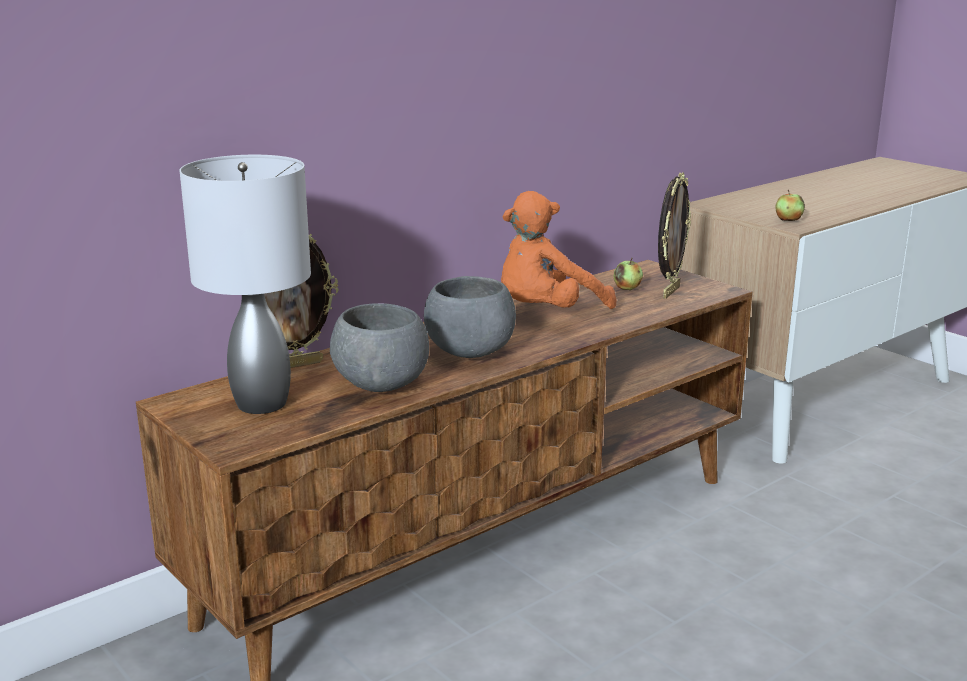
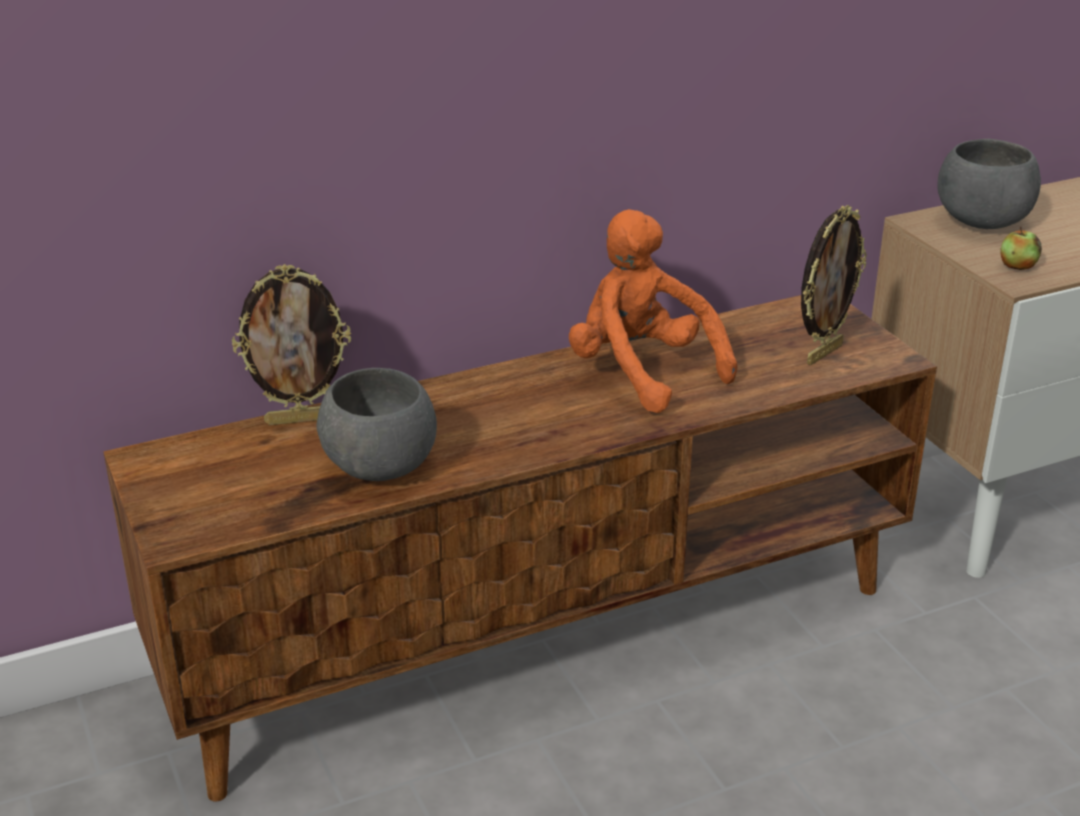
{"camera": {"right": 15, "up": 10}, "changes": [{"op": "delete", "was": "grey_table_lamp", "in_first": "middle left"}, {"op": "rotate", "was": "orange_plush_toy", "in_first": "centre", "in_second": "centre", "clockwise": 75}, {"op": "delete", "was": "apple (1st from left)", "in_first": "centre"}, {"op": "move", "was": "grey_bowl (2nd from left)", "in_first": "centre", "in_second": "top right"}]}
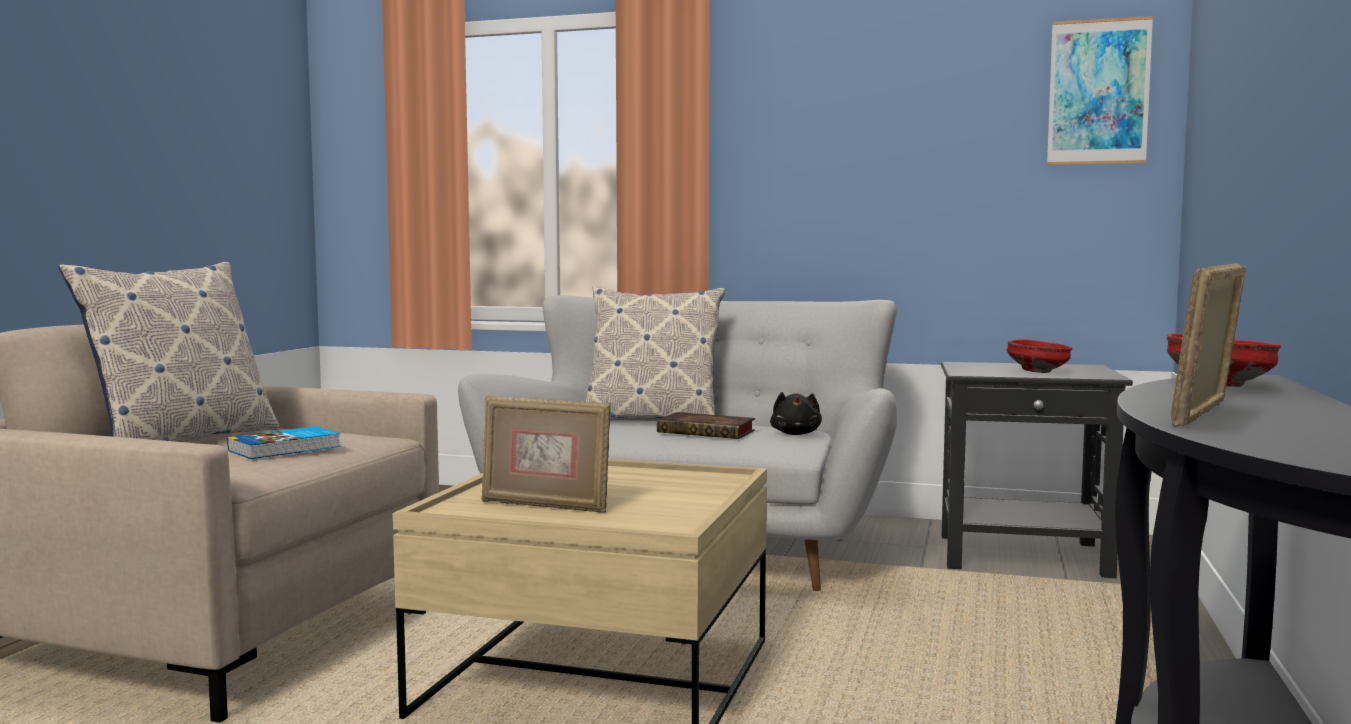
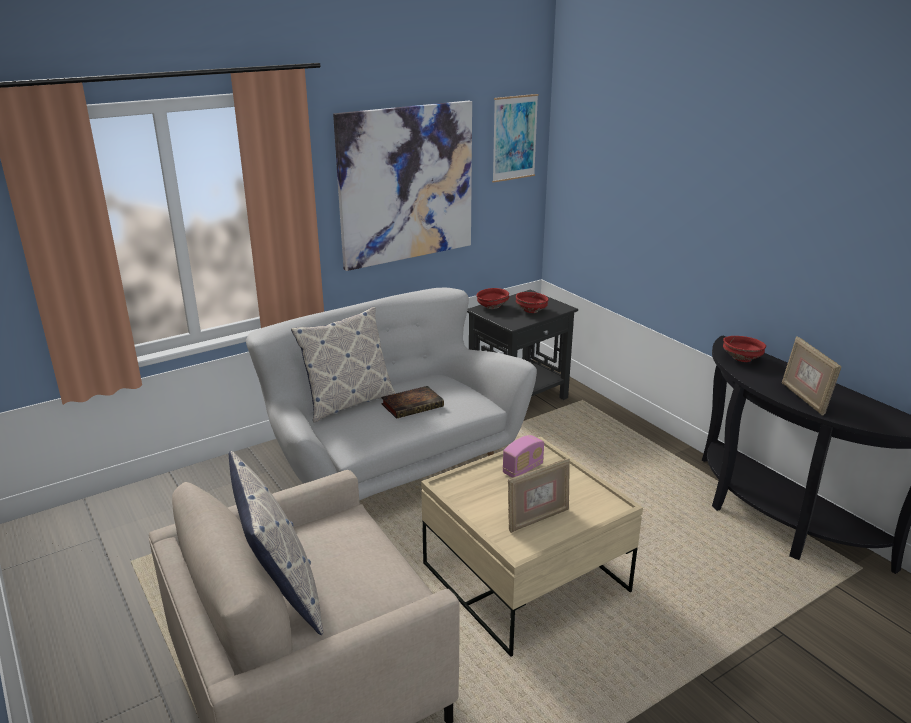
{"camera": {"right": -50, "up": 20}, "changes": [{"op": "delete", "was": "black_plush_toy", "in_first": "centre"}, {"op": "delete", "was": "book (1st from left)", "in_first": "middle left"}, {"op": "insert", "now": "picture (1st from left)", "in_second": "top centre"}, {"op": "insert", "now": "red_bowl (1st from left)", "in_second": "centre"}, {"op": "insert", "now": "radio", "in_second": "centre"}]}
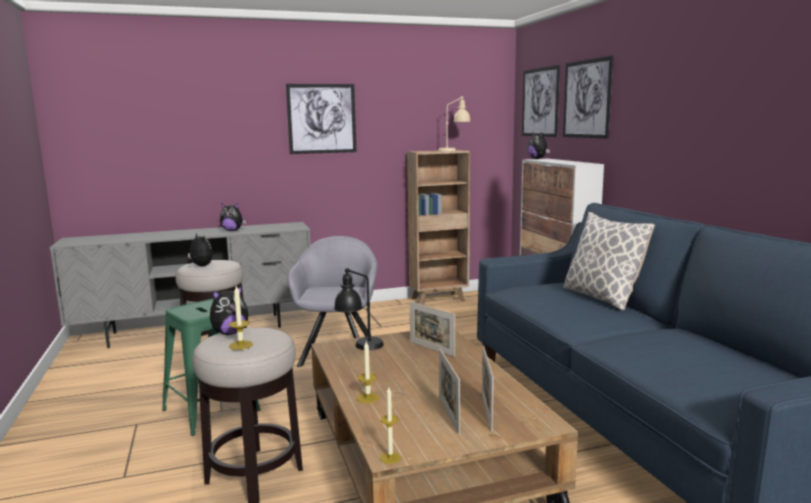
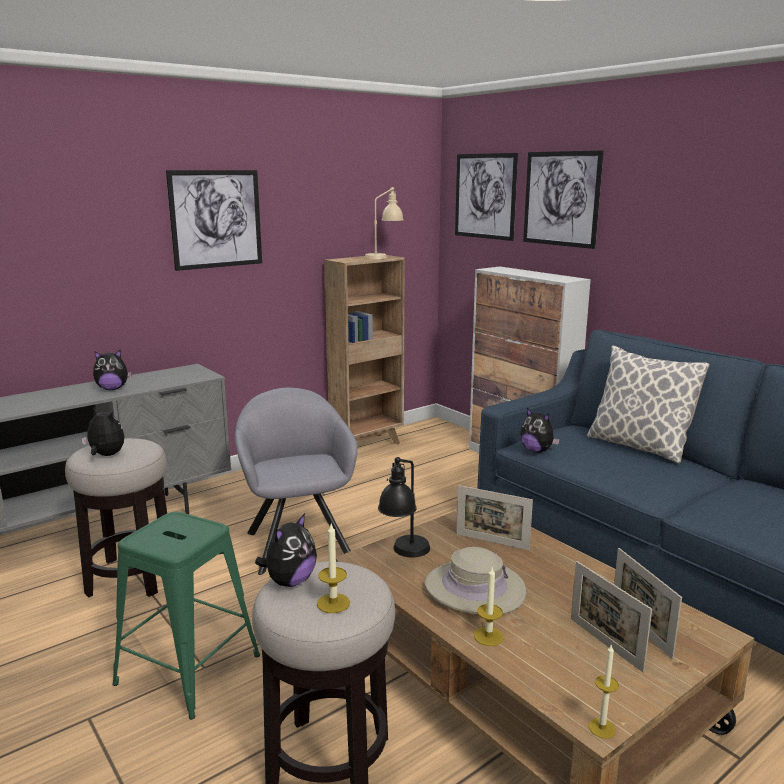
{"camera": {"right": -20, "up": 5}, "changes": [{"op": "move", "was": "plush_toy (4th from left)", "in_first": "top centre", "in_second": "middle right"}, {"op": "insert", "now": "beige_hat", "in_second": "bottom centre"}]}
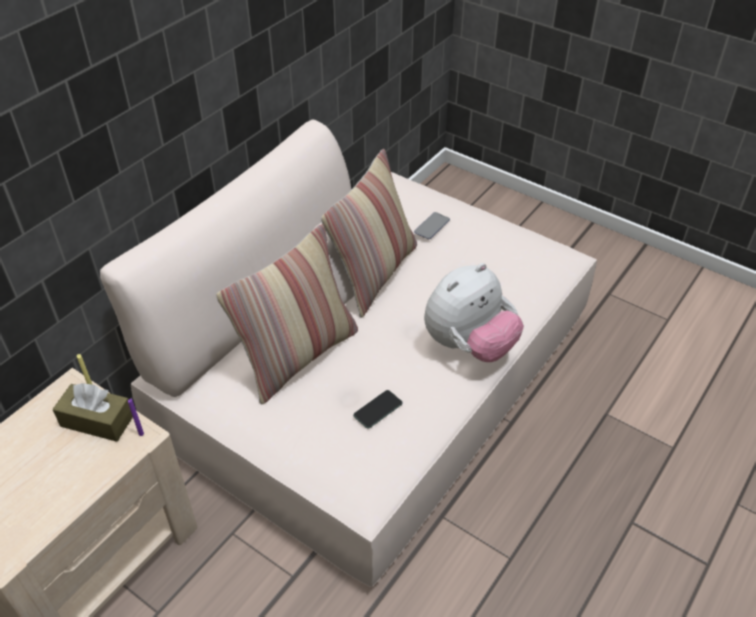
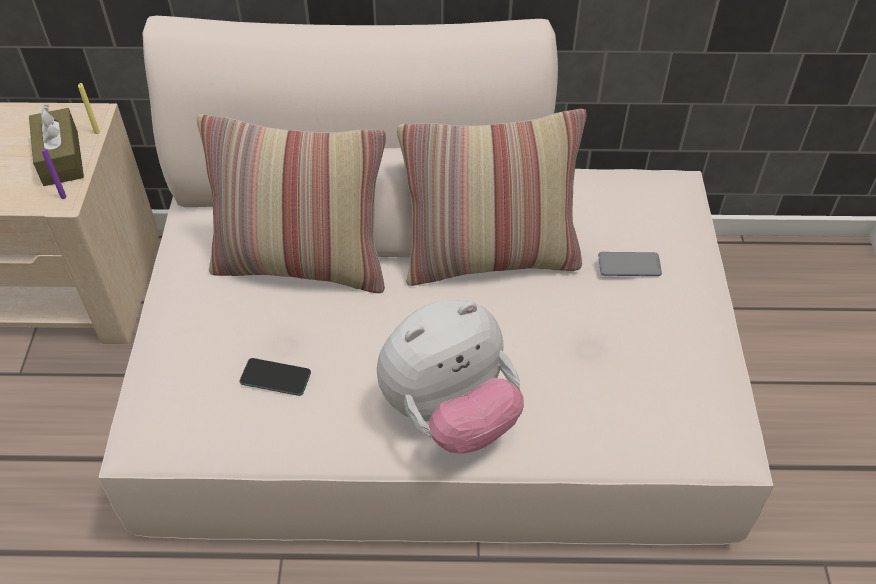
{"camera": {"right": 55, "up": 5}, "changes": [{"op": "rotate", "was": "plush_toy", "in_first": "centre", "in_second": "centre", "clockwise": -45}]}
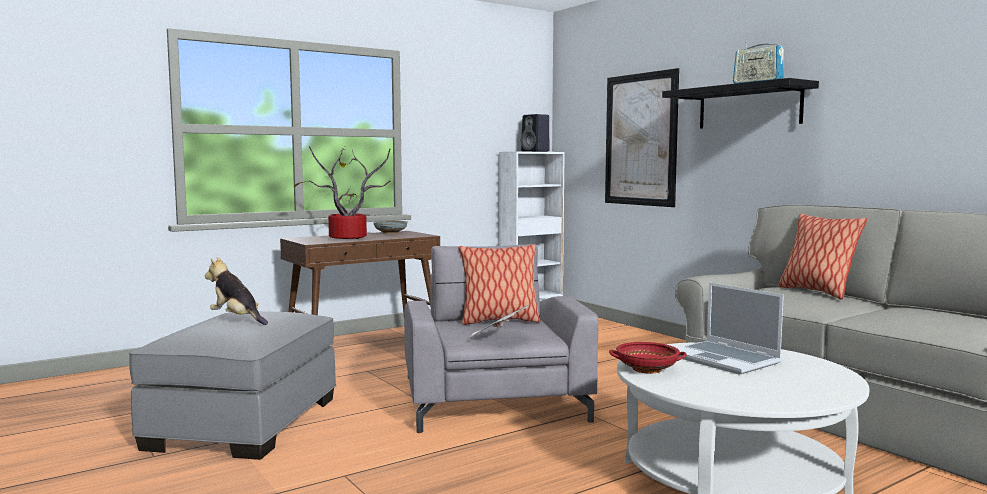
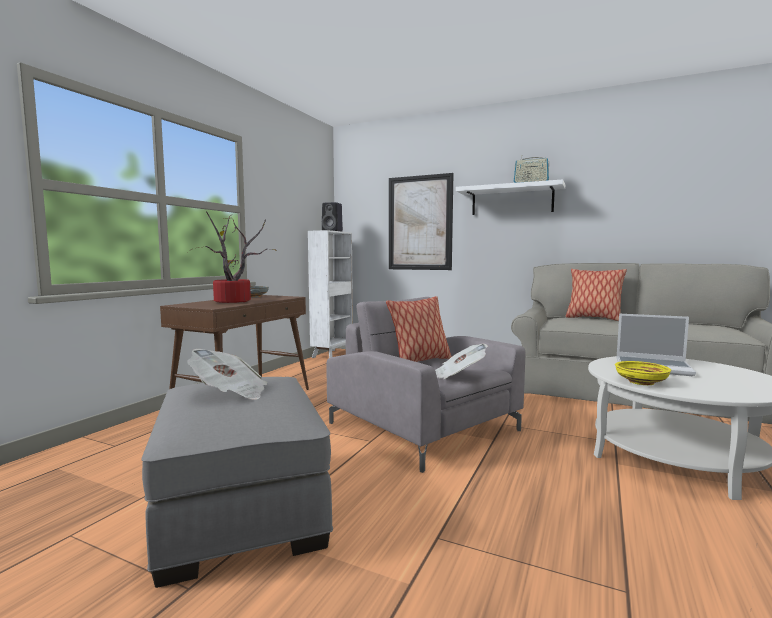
{"camera": {"right": -30, "up": 0}, "changes": [{"op": "recolor", "was": "black_shelf", "now": "white_shelf", "in_first": "top right", "in_second": "top centre"}, {"op": "replace", "was": "plush_toy", "now": "newspaper (1st from left)", "in_first": "middle left", "in_second": "middle left"}, {"op": "recolor", "was": "red_bowl", "now": "yellow_bowl", "in_first": "bottom centre", "in_second": "middle right"}]}
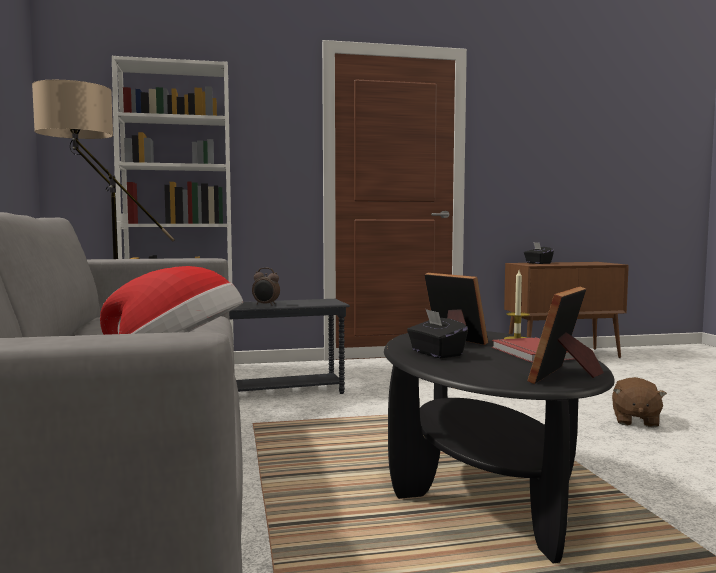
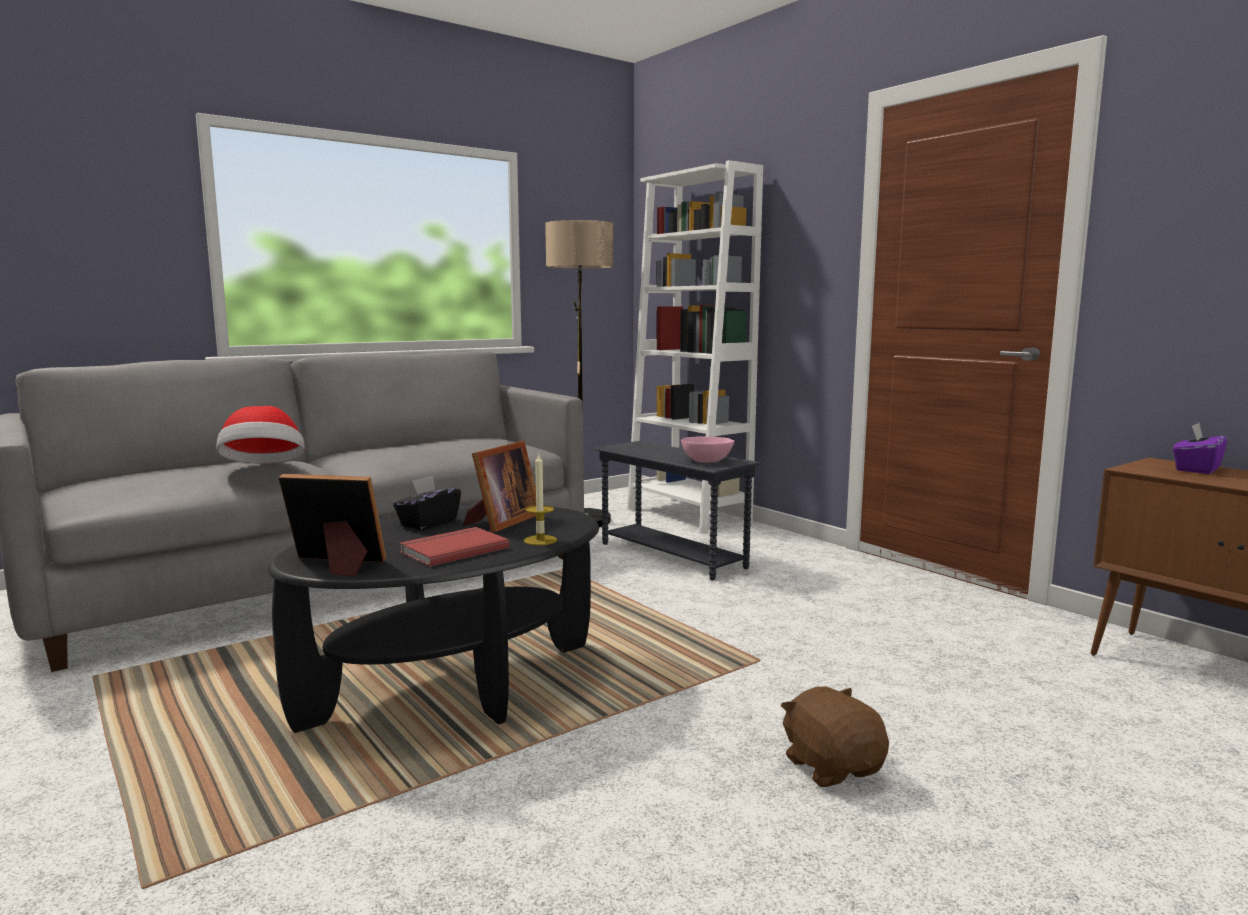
{"camera": {"right": 65, "up": 5}, "changes": [{"op": "recolor", "was": "black_tissue_box (2nd from left)", "now": "purple_tissue_box", "in_first": "middle right", "in_second": "middle right"}, {"op": "delete", "was": "alarm_clock", "in_first": "centre"}, {"op": "rotate", "was": "brown_plush_toy", "in_first": "bottom right", "in_second": "bottom right", "clockwise": 75}, {"op": "insert", "now": "pink_bowl", "in_second": "centre"}]}
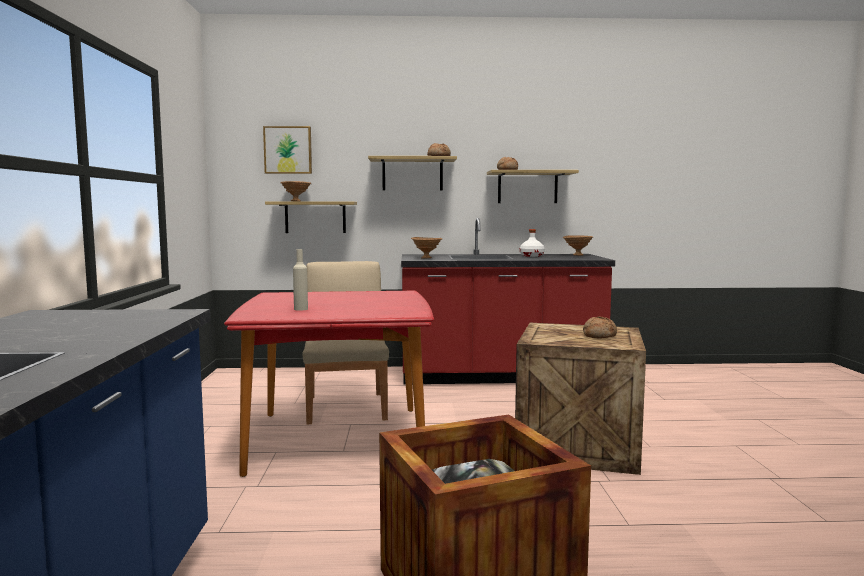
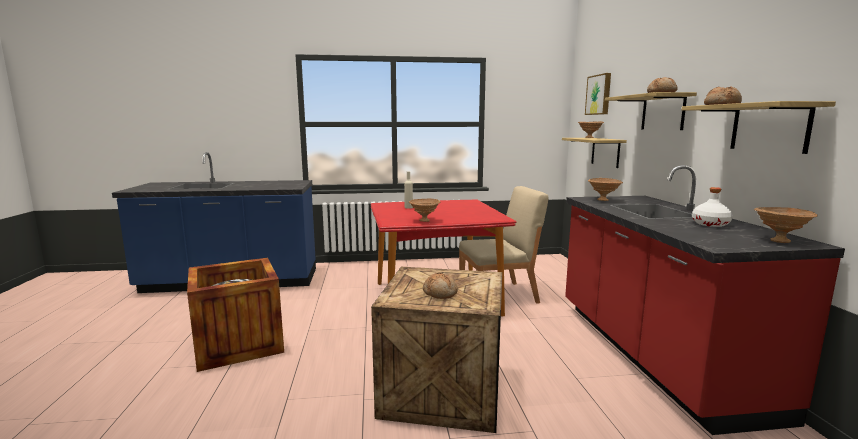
{"camera": {"right": 85, "up": 5}, "changes": [{"op": "insert", "now": "brown_bowl (1st from left)", "in_second": "centre"}]}
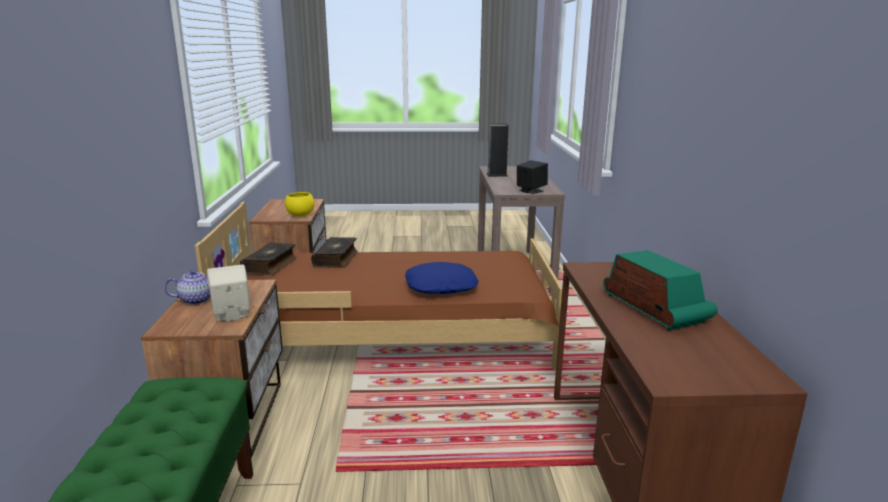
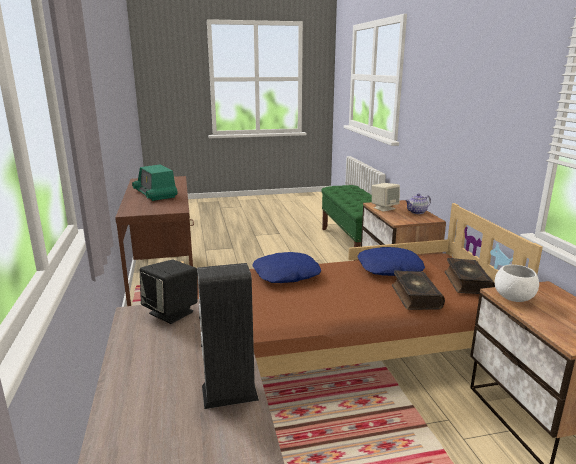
{"camera": {"right": 170, "up": 0}, "changes": [{"op": "recolor", "was": "yellow_bowl", "now": "white_bowl", "in_first": "centre", "in_second": "middle right"}, {"op": "insert", "now": "blue_pillow (2nd from left)", "in_second": "middle right"}]}
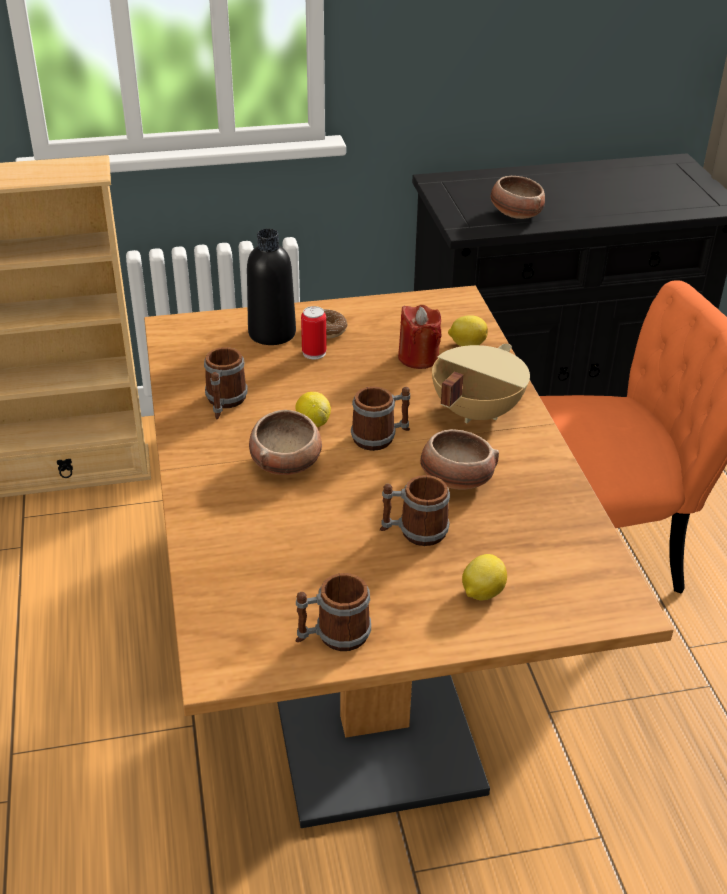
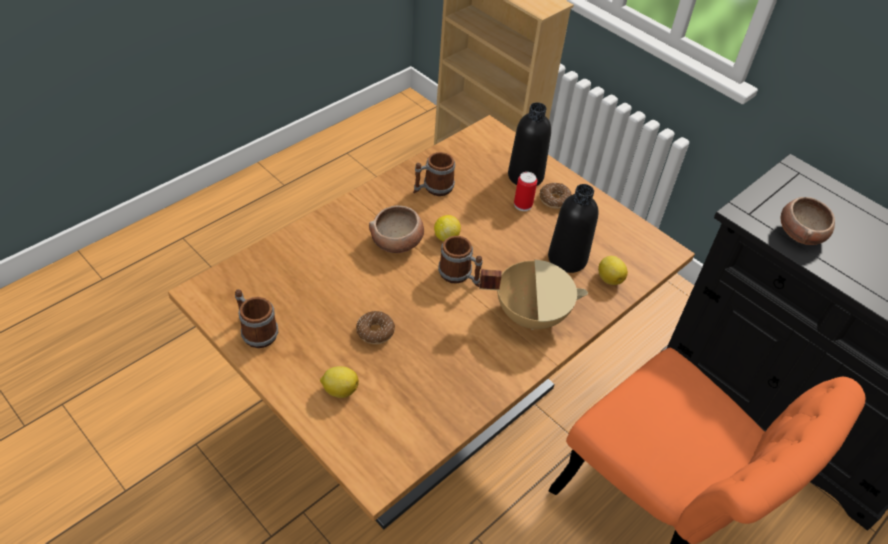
{"camera": {"right": 55, "up": 10}, "changes": [{"op": "replace", "was": "red_candle", "now": "black_bottle (2nd from left)", "in_first": "centre", "in_second": "centre"}, {"op": "delete", "was": "bowl (2nd from left)", "in_first": "centre"}, {"op": "replace", "was": "mug (4th from left)", "now": "donut (1st from left)", "in_first": "centre", "in_second": "centre"}]}
